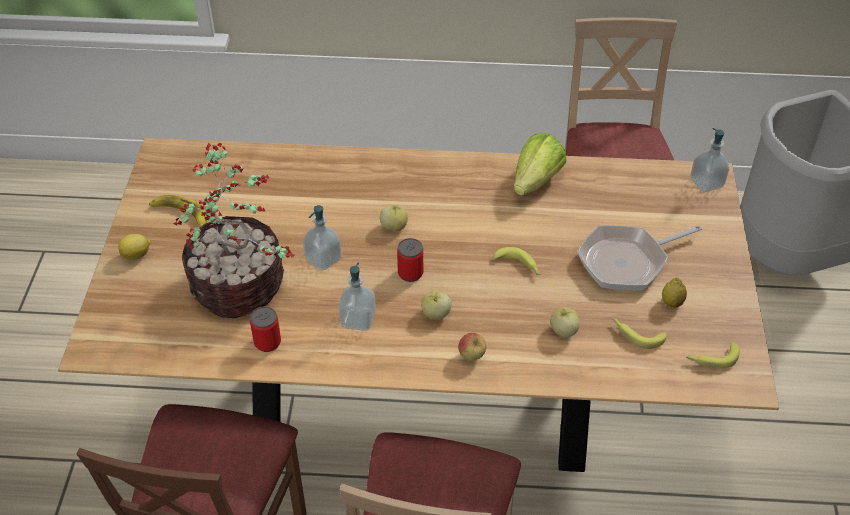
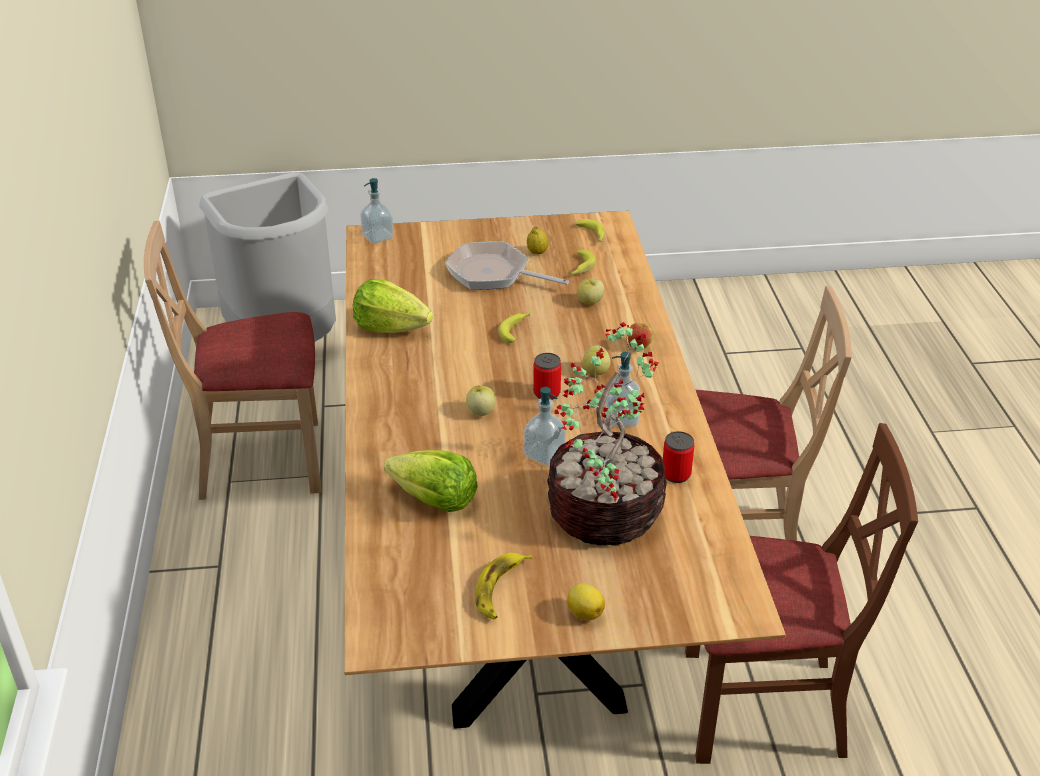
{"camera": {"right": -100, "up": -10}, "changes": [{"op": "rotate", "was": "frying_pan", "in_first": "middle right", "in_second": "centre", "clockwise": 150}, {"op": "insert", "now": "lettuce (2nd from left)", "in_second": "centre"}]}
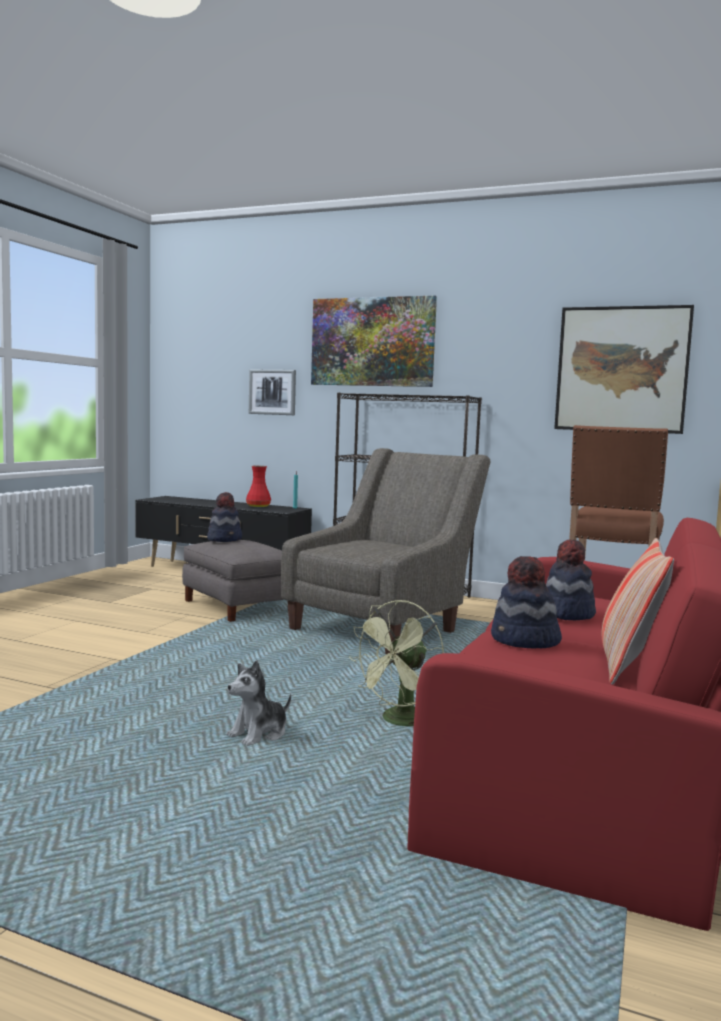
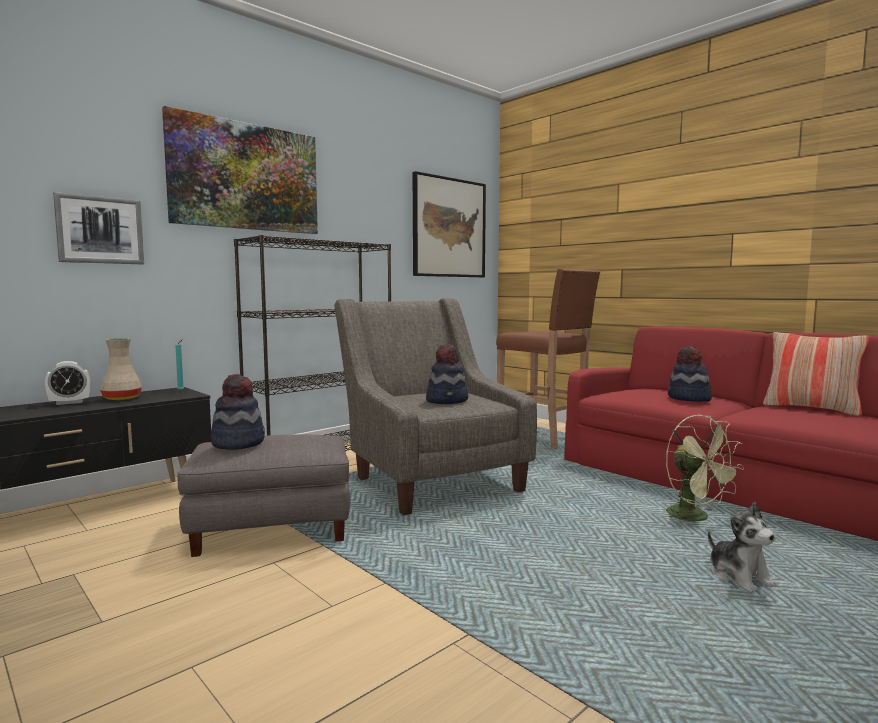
{"camera": {"right": -65, "up": 0}, "changes": [{"op": "recolor", "was": "red_vase", "now": "beige_vase", "in_first": "centre", "in_second": "middle left"}, {"op": "move", "was": "hat (2nd from left)", "in_first": "middle right", "in_second": "centre"}, {"op": "insert", "now": "alarm_clock", "in_second": "middle left"}]}
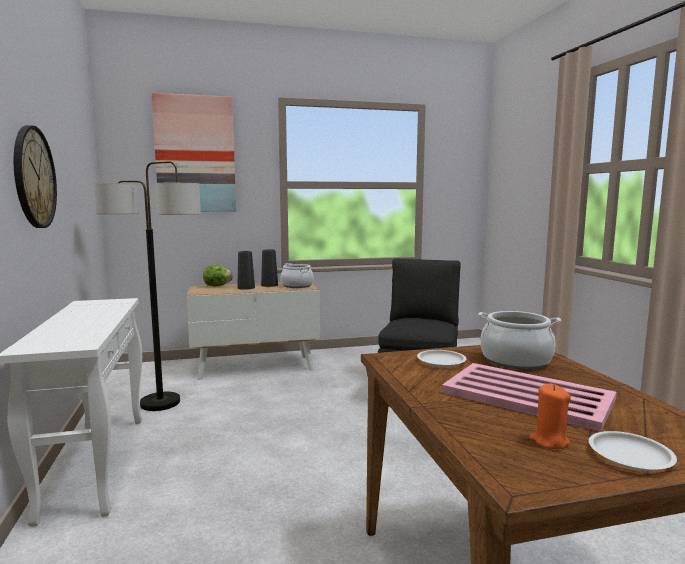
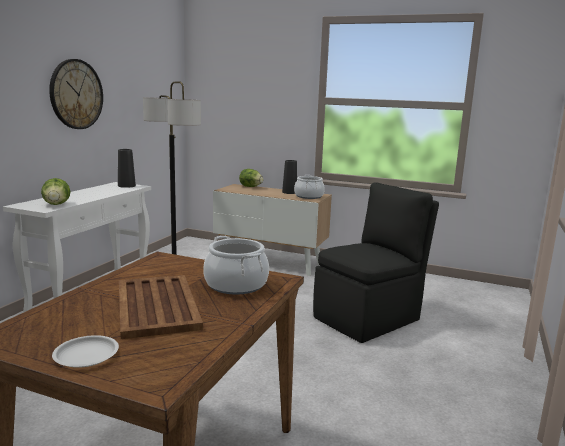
{"camera": {"right": 35, "up": 5}, "changes": [{"op": "delete", "was": "picture", "in_first": "top left"}, {"op": "move", "was": "black_vase (1st from left)", "in_first": "centre", "in_second": "middle left"}, {"op": "delete", "was": "white_plate (1st from left)", "in_first": "centre"}, {"op": "recolor", "was": "pink_tray", "now": "brown_tray", "in_first": "bottom right", "in_second": "bottom left"}, {"op": "delete", "was": "orange_candle", "in_first": "bottom right"}, {"op": "insert", "now": "lettuce (1st from left)", "in_second": "middle left"}]}
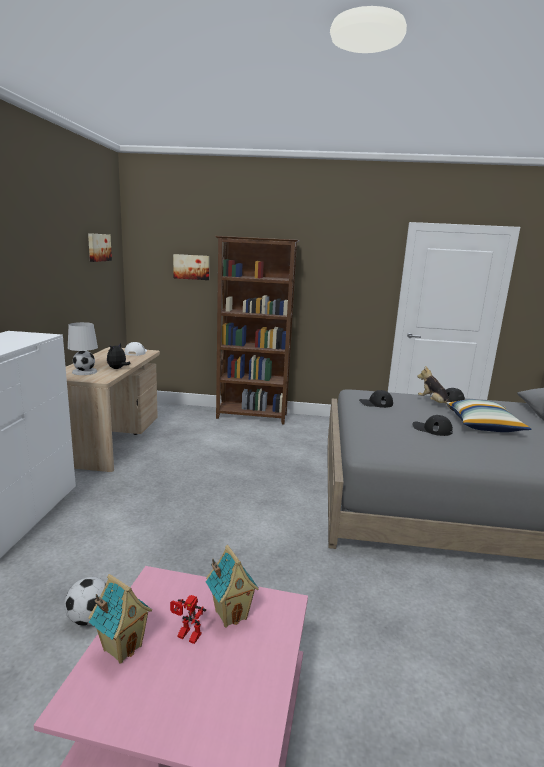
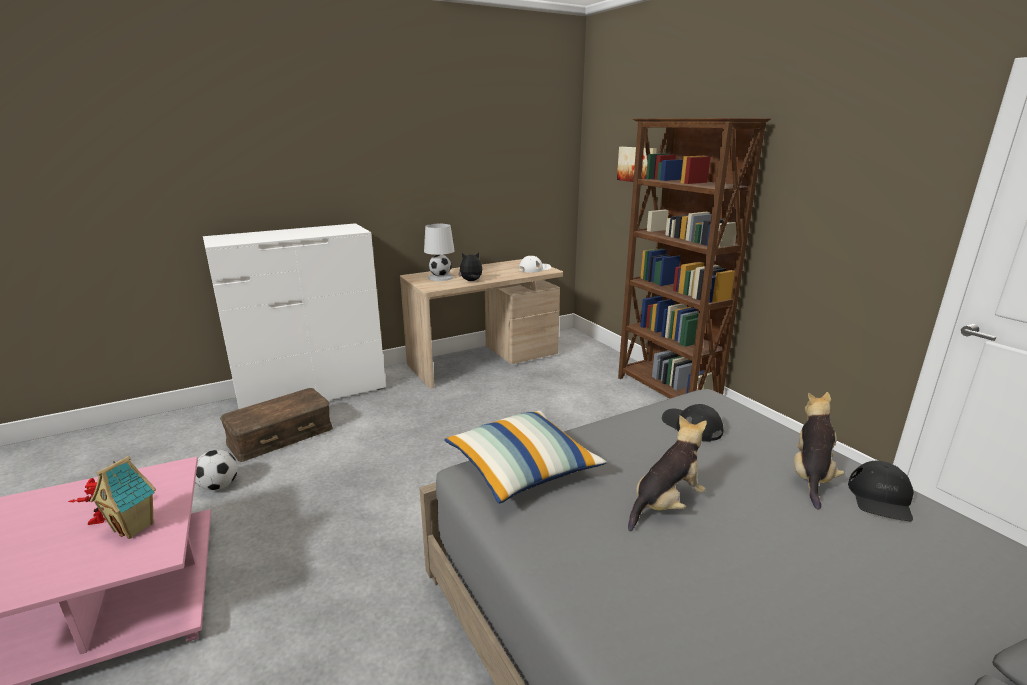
{"camera": {"right": 55, "up": 5}, "changes": [{"op": "delete", "was": "picture (1st from left)", "in_first": "top left"}, {"op": "move", "was": "pillow", "in_first": "middle right", "in_second": "bottom centre"}, {"op": "replace", "was": "black_cap (2nd from left)", "now": "plush_toy (2nd from left)", "in_first": "middle right", "in_second": "bottom centre"}, {"op": "delete", "was": "toy_house (1st from left)", "in_first": "bottom left"}, {"op": "insert", "now": "brown_storage_box", "in_second": "middle left"}]}
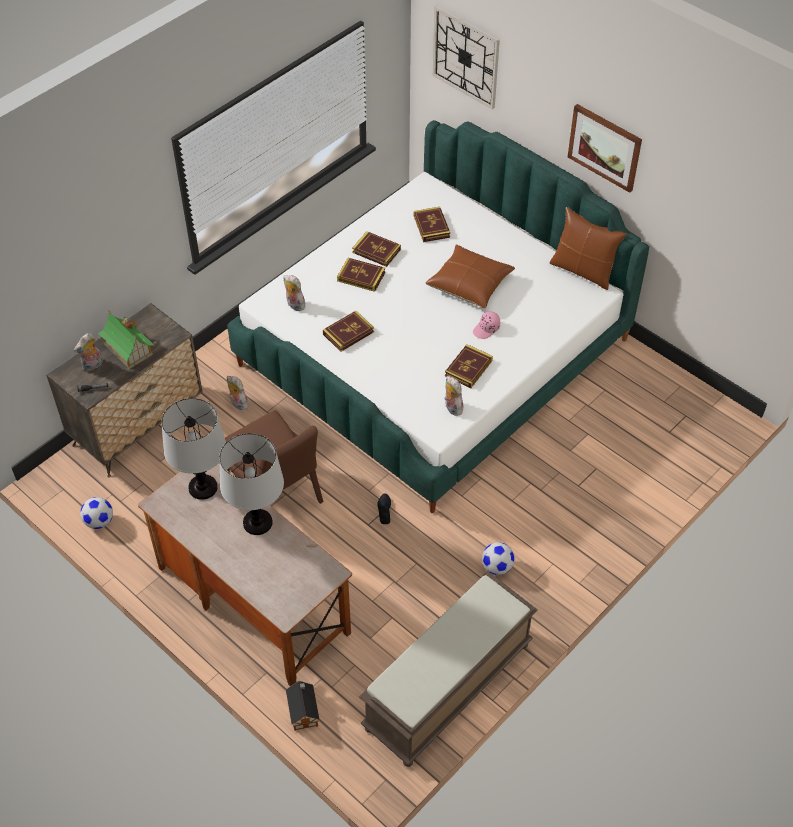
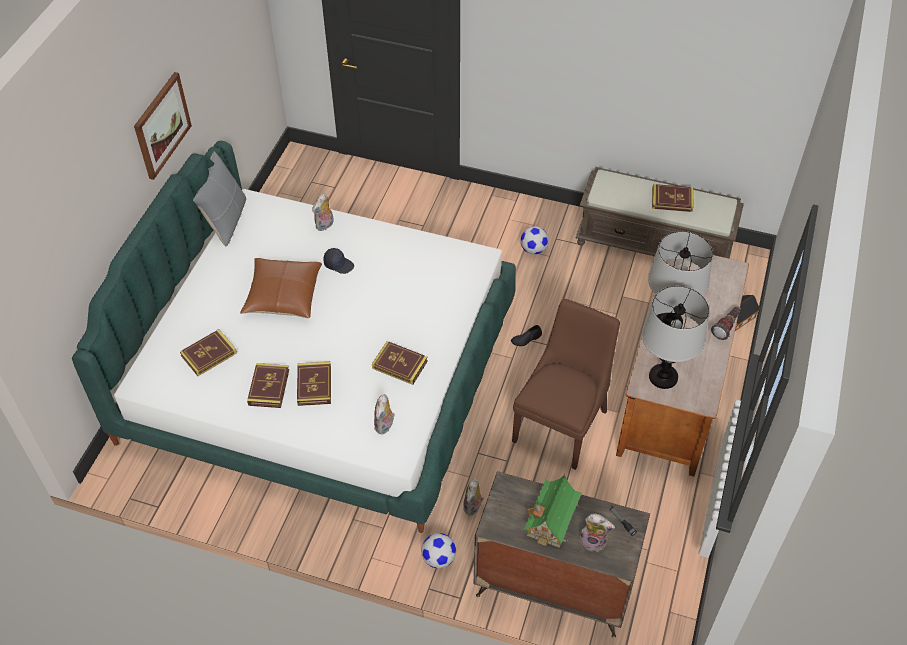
{"camera": {"right": -115, "up": 0}, "changes": [{"op": "delete", "was": "wall_clock", "in_first": "top centre"}, {"op": "recolor", "was": "brown_pillow (2nd from left)", "now": "grey_pillow", "in_first": "top right", "in_second": "top left"}, {"op": "recolor", "was": "pink_cap", "now": "black_cap", "in_first": "centre", "in_second": "centre"}, {"op": "move", "was": "book (5th from left)", "in_first": "centre", "in_second": "top right"}, {"op": "move", "was": "plush_toy (4th from left in the first image)", "now": "plush_toy (1st from left)", "in_first": "centre", "in_second": "top centre"}, {"op": "move", "was": "football (1st from left)", "in_first": "middle left", "in_second": "bottom centre"}, {"op": "insert", "now": "flashlight (2nd from left)", "in_second": "middle right"}]}
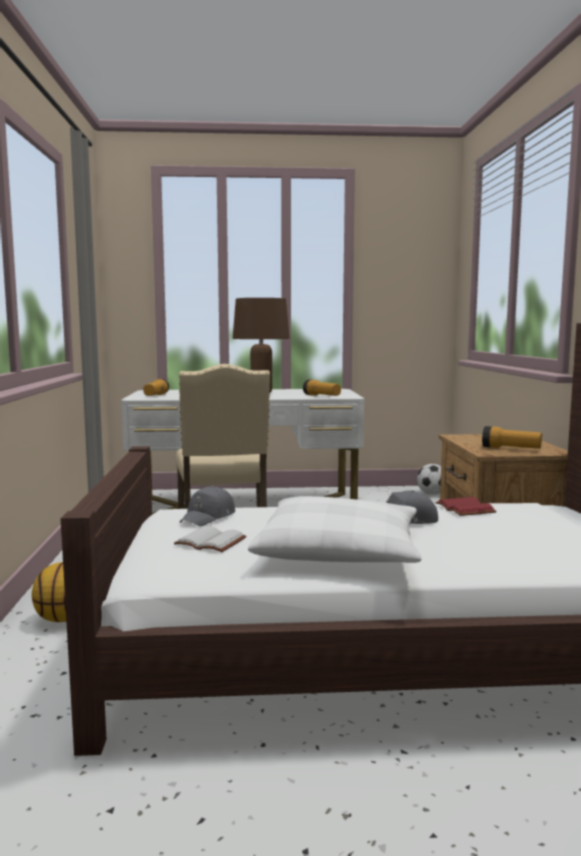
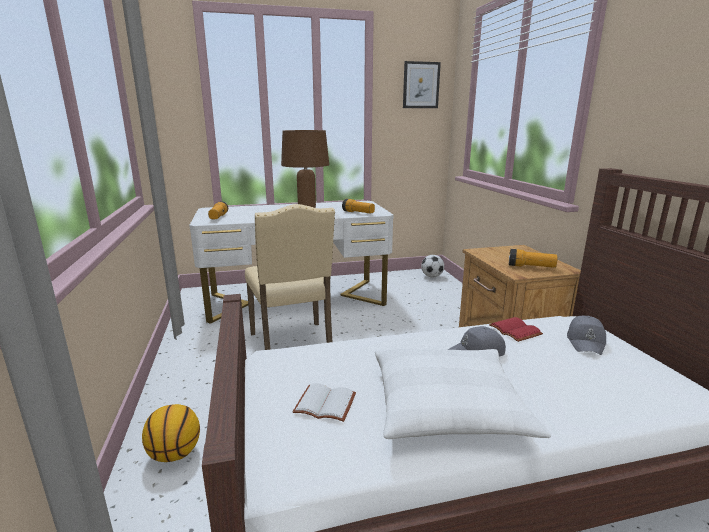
{"camera": {"right": -10, "up": 10}, "changes": [{"op": "move", "was": "grey_cap (1st from left in the first image)", "now": "grey_cap (2nd from left)", "in_first": "centre", "in_second": "middle right"}, {"op": "insert", "now": "picture", "in_second": "top centre"}]}
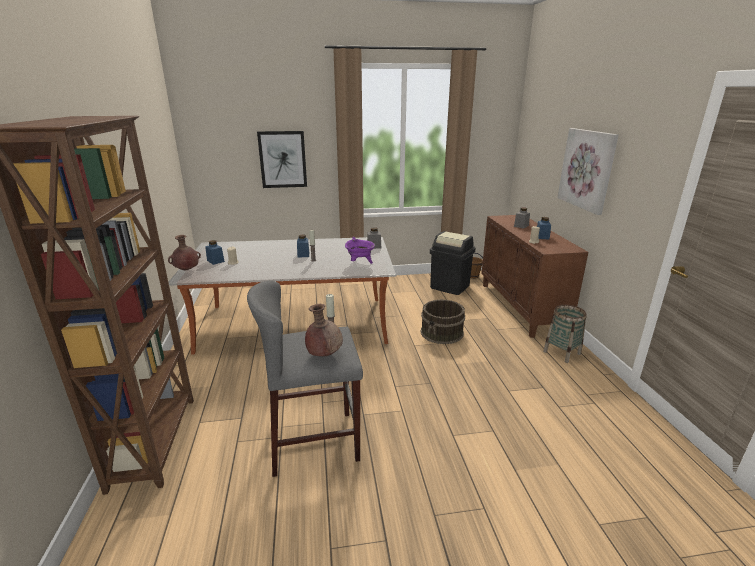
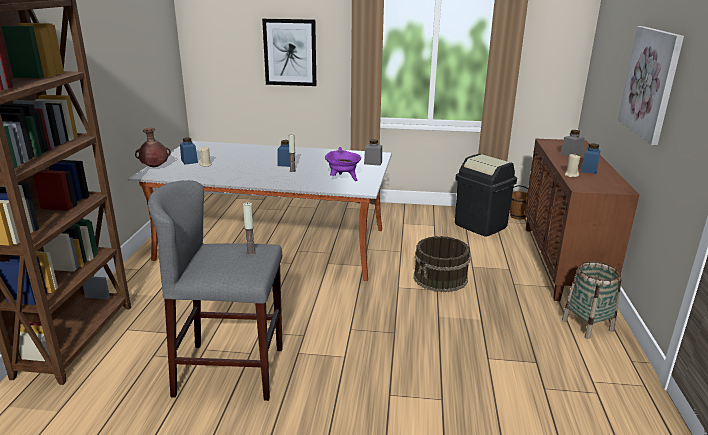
{"camera": {"right": 15, "up": 0}, "changes": [{"op": "delete", "was": "brown_vase (2nd from left)", "in_first": "centre"}]}
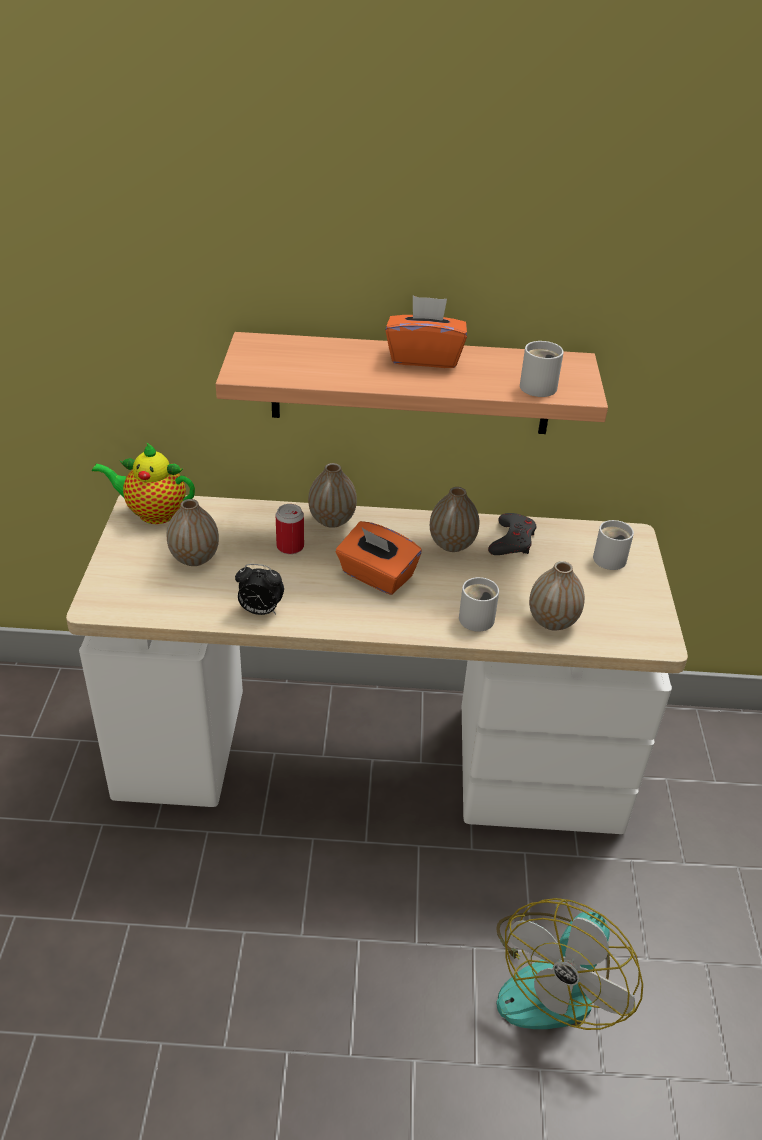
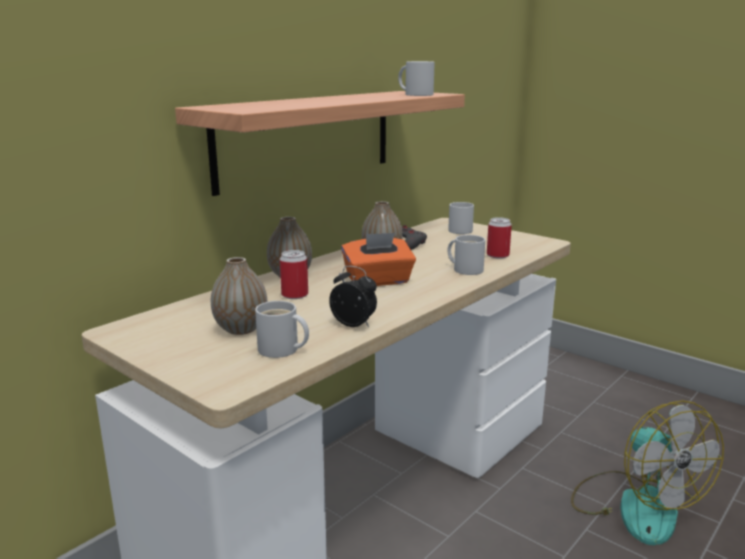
{"camera": {"right": -50, "up": -20}, "changes": [{"op": "delete", "was": "orange_tissue_box (2nd from left)", "in_first": "top centre"}, {"op": "delete", "was": "teapot", "in_first": "middle left"}, {"op": "replace", "was": "vase (4th from left)", "now": "can (2nd from left)", "in_first": "middle right", "in_second": "middle right"}, {"op": "rotate", "was": "alarm_clock", "in_first": "centre", "in_second": "centre", "clockwise": -105}, {"op": "insert", "now": "white_mug (1st from left)", "in_second": "centre"}]}
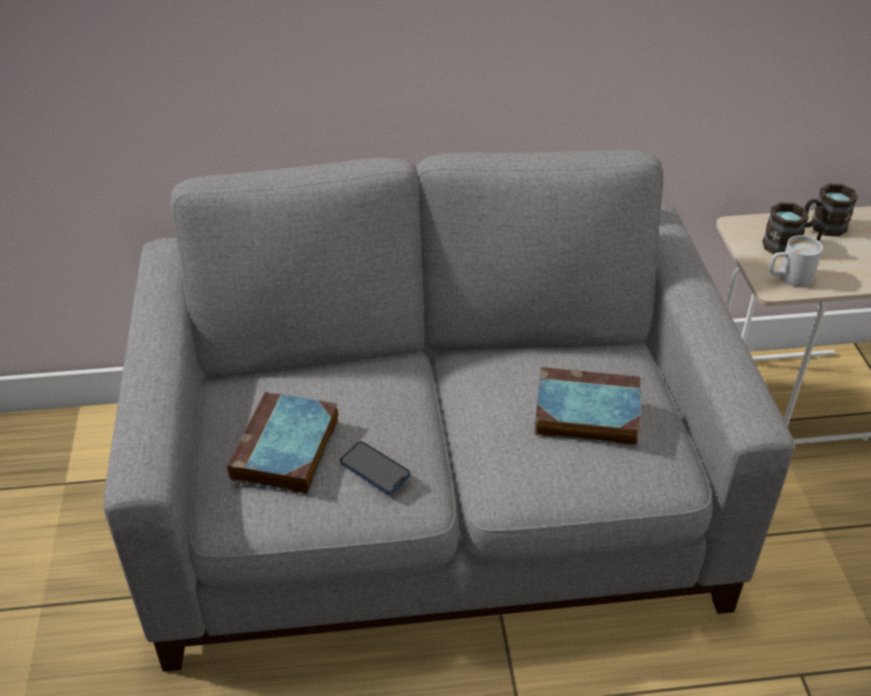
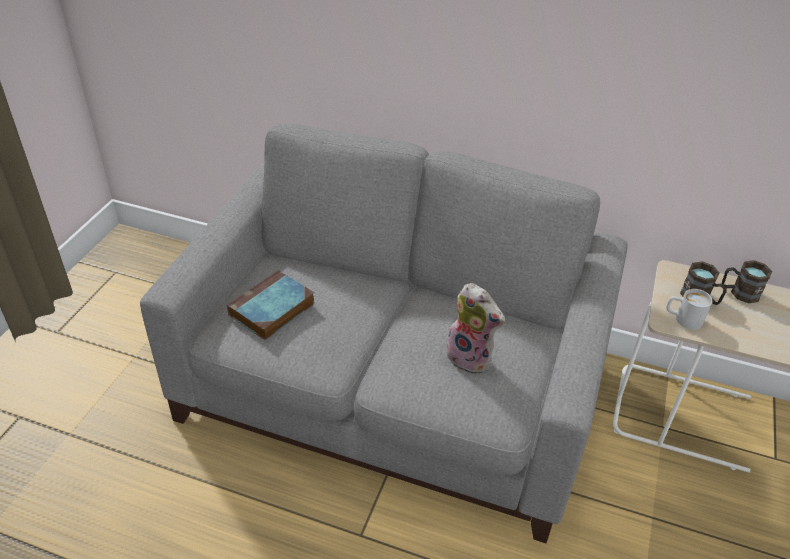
{"camera": {"right": 25, "up": 0}, "changes": [{"op": "replace", "was": "book (2nd from left)", "now": "plush_toy", "in_first": "middle right", "in_second": "centre"}, {"op": "delete", "was": "phone", "in_first": "bottom centre"}]}
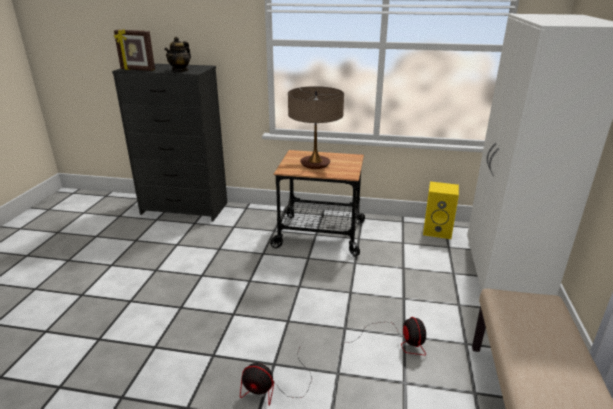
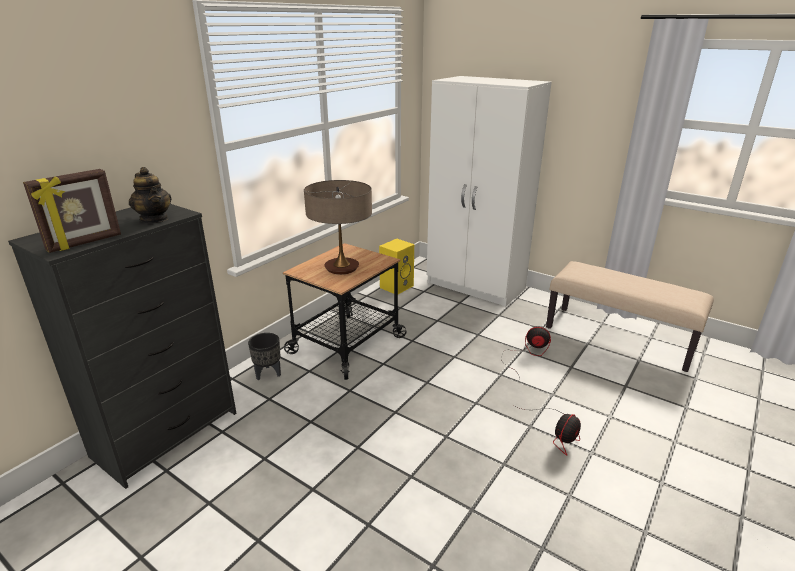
{"camera": {"right": -65, "up": 0}, "changes": [{"op": "insert", "now": "black_planter", "in_second": "middle left"}]}
